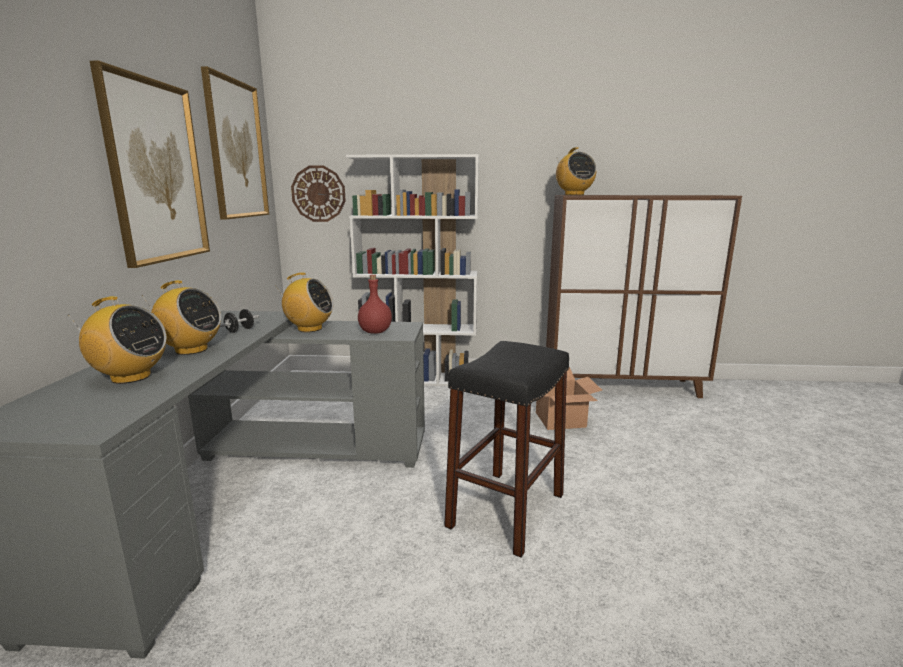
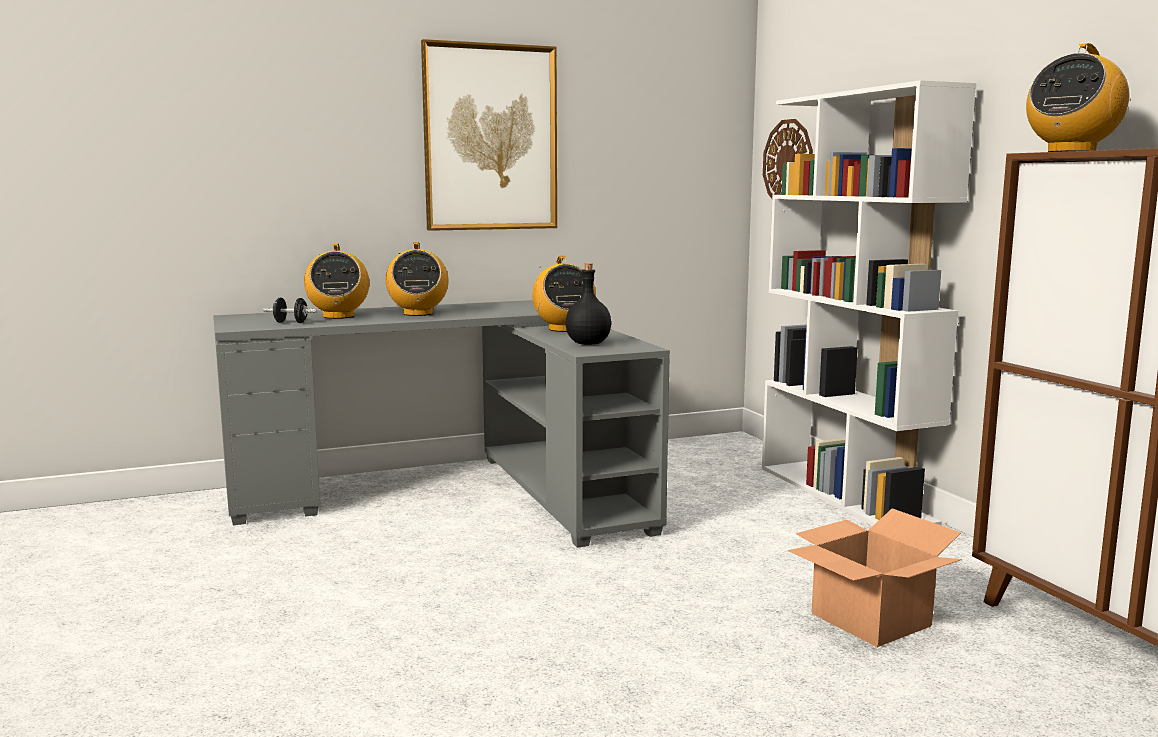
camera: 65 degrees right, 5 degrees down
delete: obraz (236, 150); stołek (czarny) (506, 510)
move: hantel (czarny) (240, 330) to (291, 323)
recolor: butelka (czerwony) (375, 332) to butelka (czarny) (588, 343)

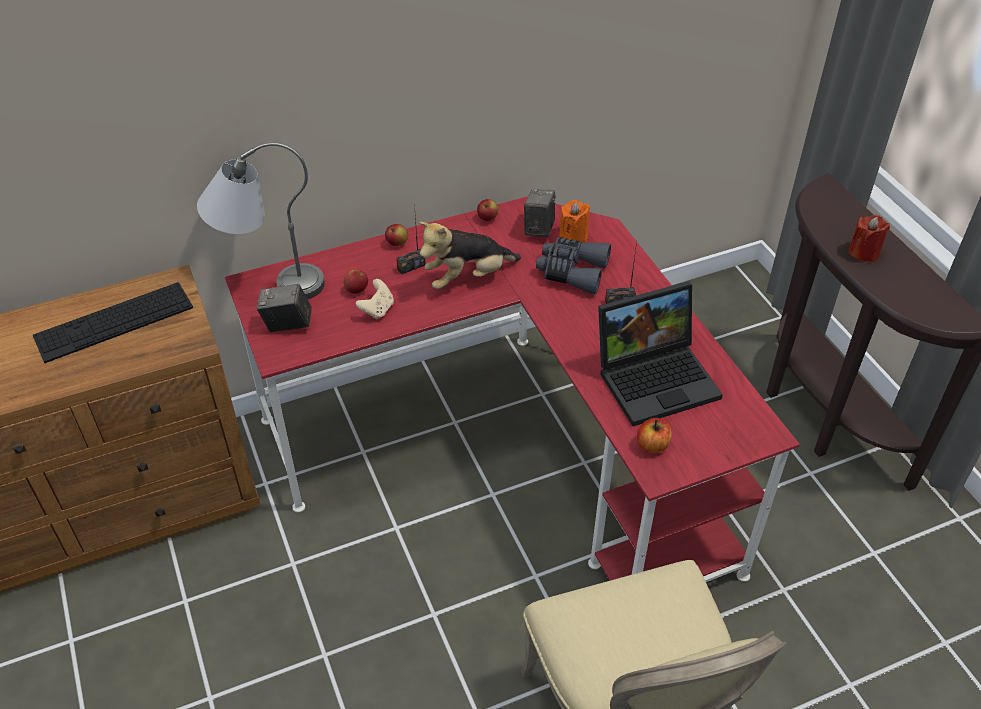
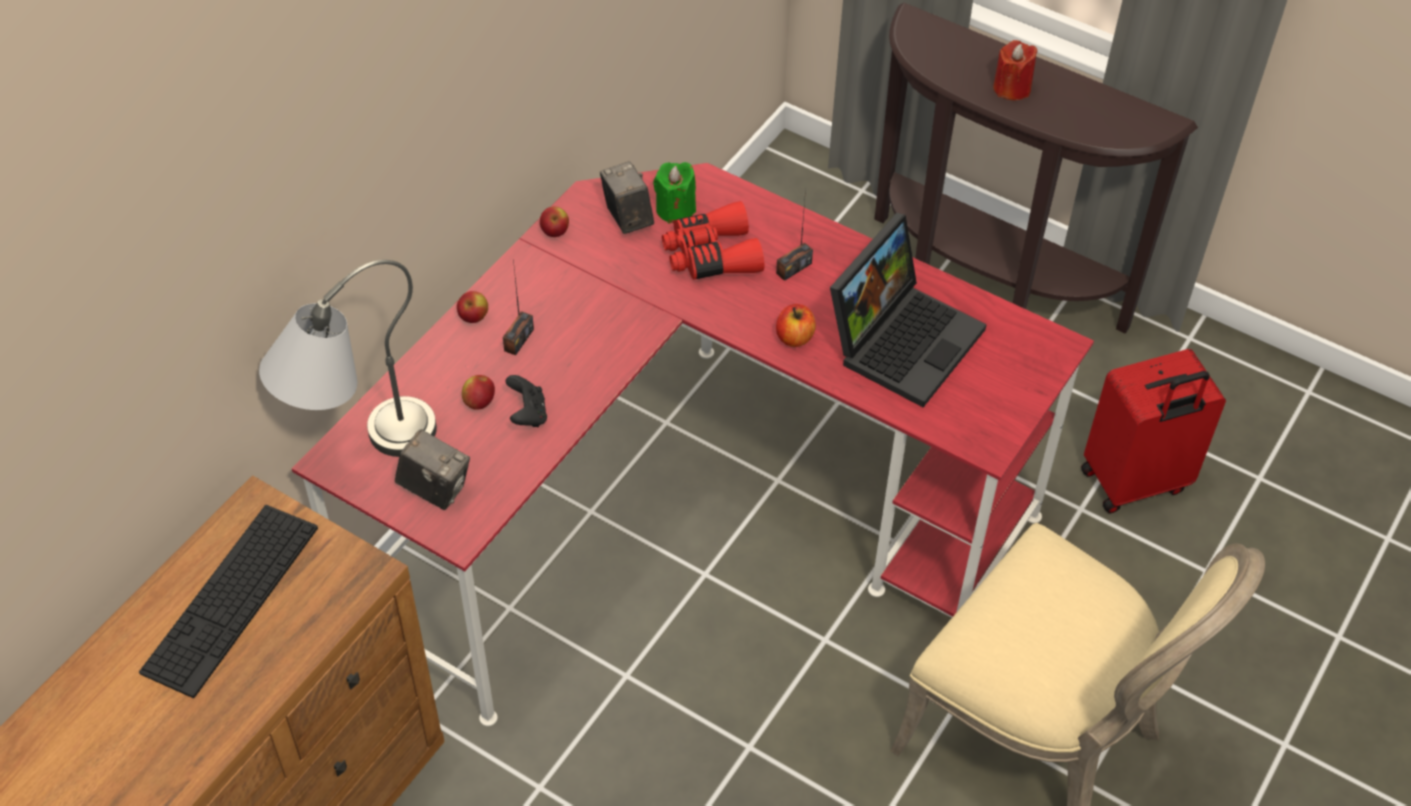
camera: 35 degrees left, 5 degrees up
delete: pluszak (467, 277)
insert: walizka (czerwony) (1135, 483)
move: jabłko (652, 445) to (795, 337)
recolor: pad do gier (beżowy) (377, 310) to pad do gier (czarny) (527, 414); świeca (pomarańczowy) (573, 236) to świeca (zielony) (675, 209); lornetka (szary) (572, 271) to lornetka (czerwony) (710, 255)
rotate: aparat fotograficzny (288, 324) = (435, 488) 120 degrees counterclockwise

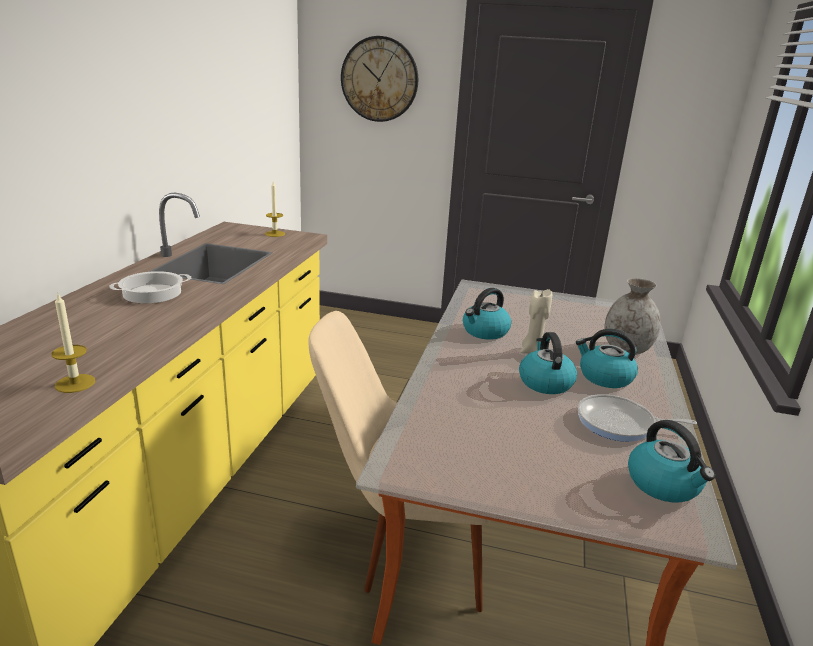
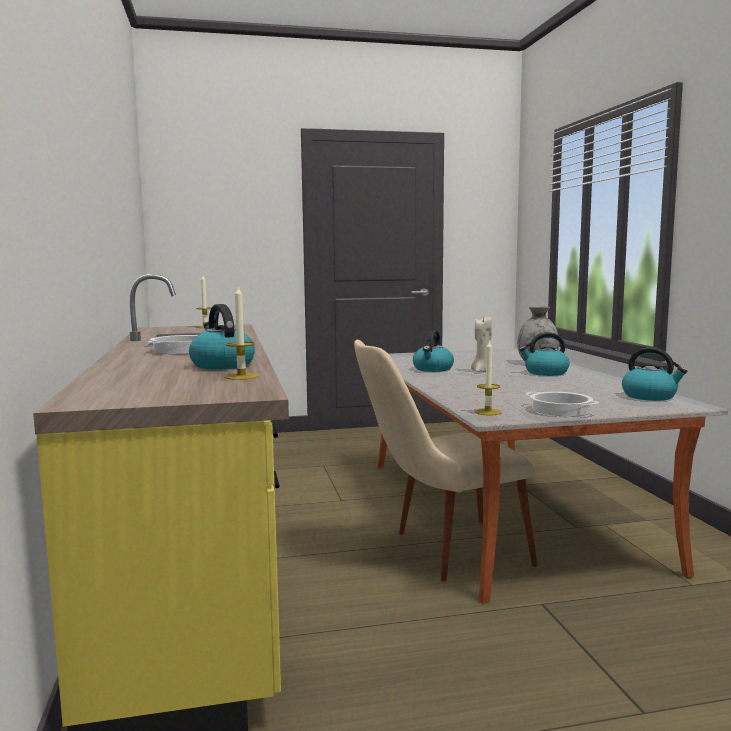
camera: 25 degrees left, 15 degrees down
delete: zegar ścienny (379, 79); patelnia (619, 424)
insert: świeca (488, 412); garnek (561, 410)
move: czajnik (545, 382) to (221, 365)

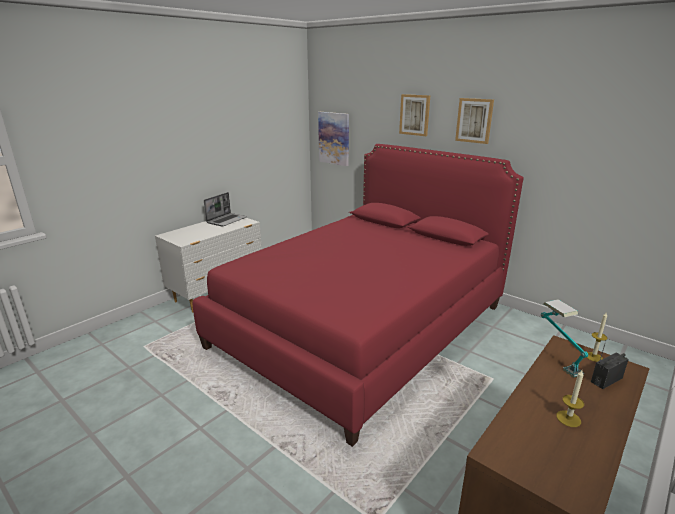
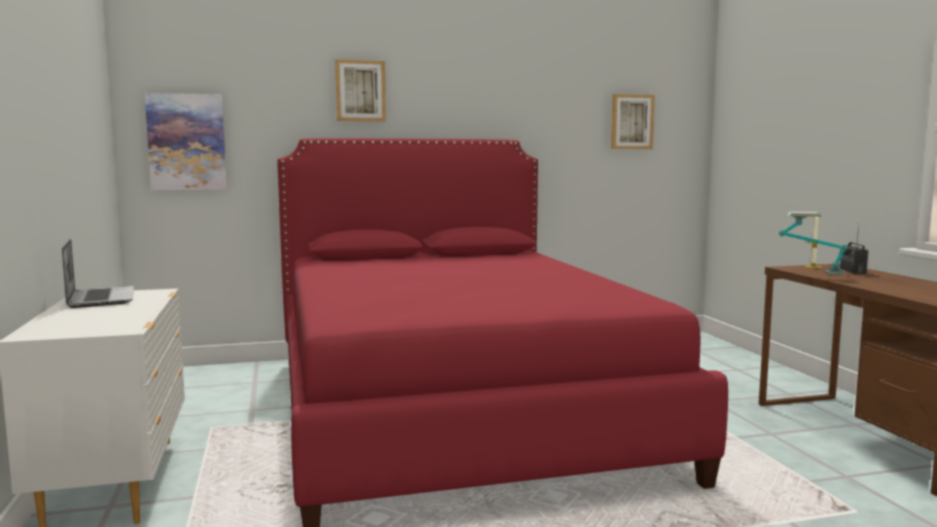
camera: 55 degrees left, 15 degrees down
delete: świeca (568, 418)
move: obraz (474, 120) to (631, 122)

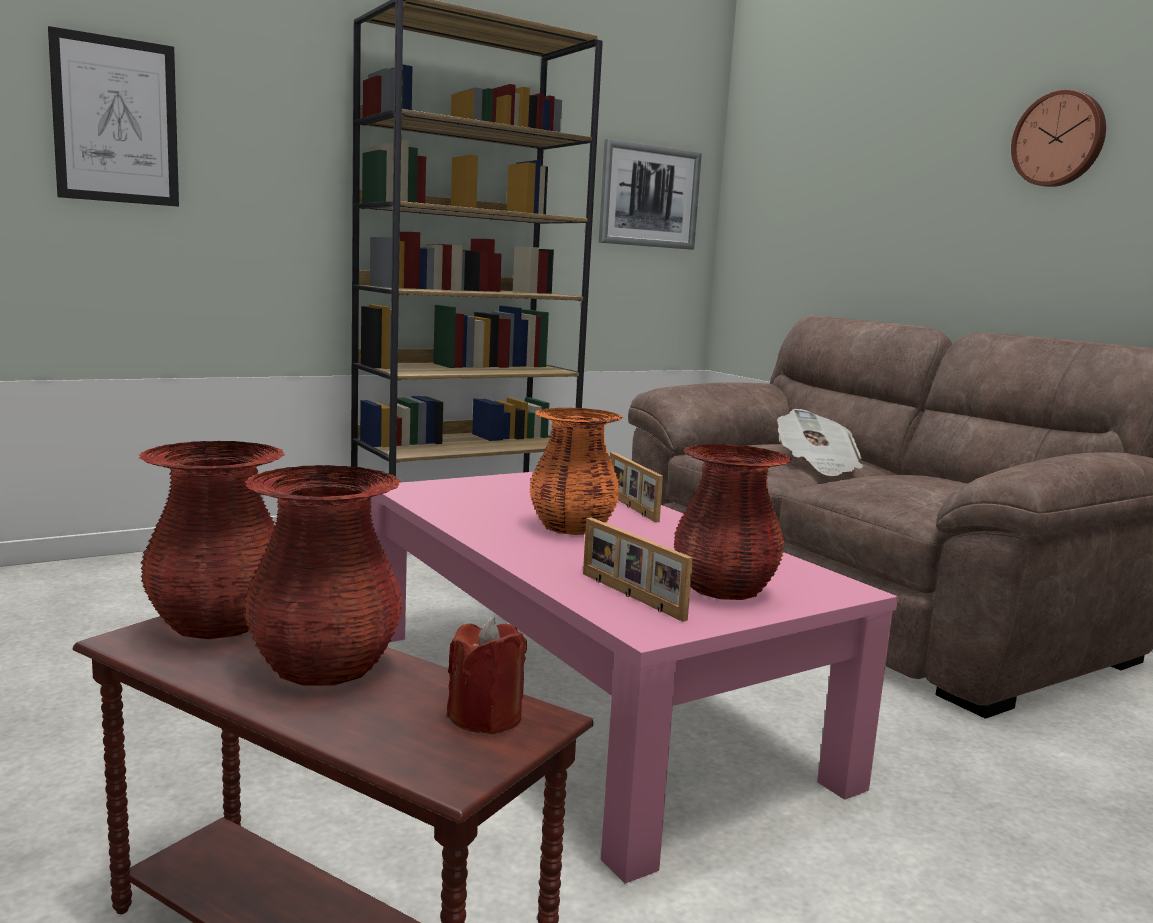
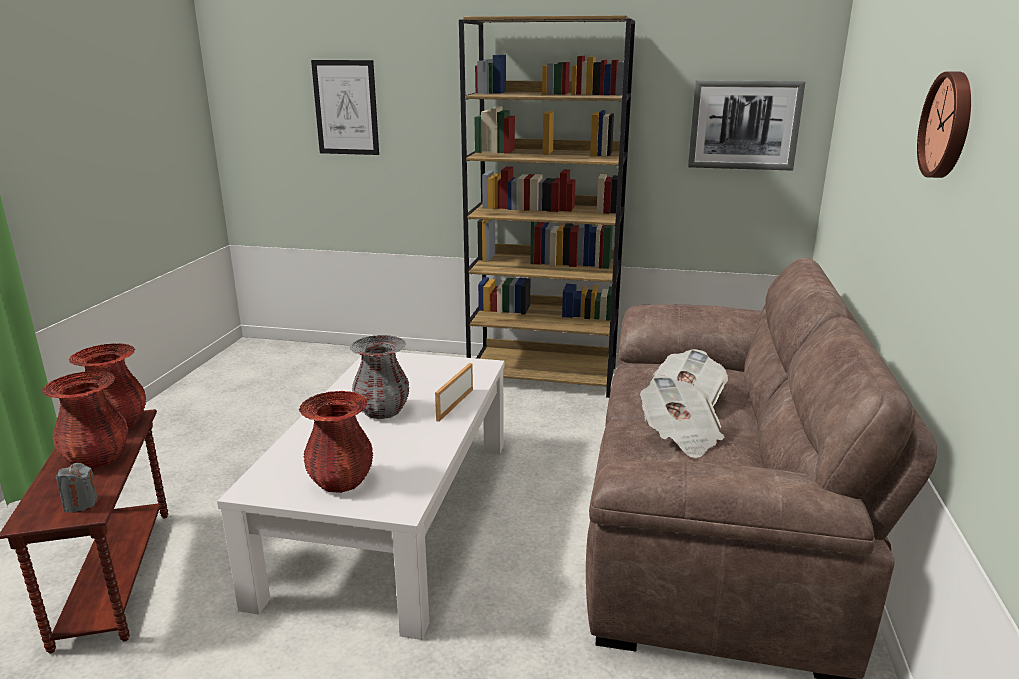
camera: 45 degrees right, 10 degrees up
delete: ramka na zdjęcie (630, 596)
insert: gazeta (680, 436)
recolor: świeca (czerwony) (486, 717) to świeca (szary) (81, 504); ława (różowy) (584, 702) to ława (biały) (393, 515); wazon (pomarańczowy) (572, 528) to wazon (szary) (382, 411)

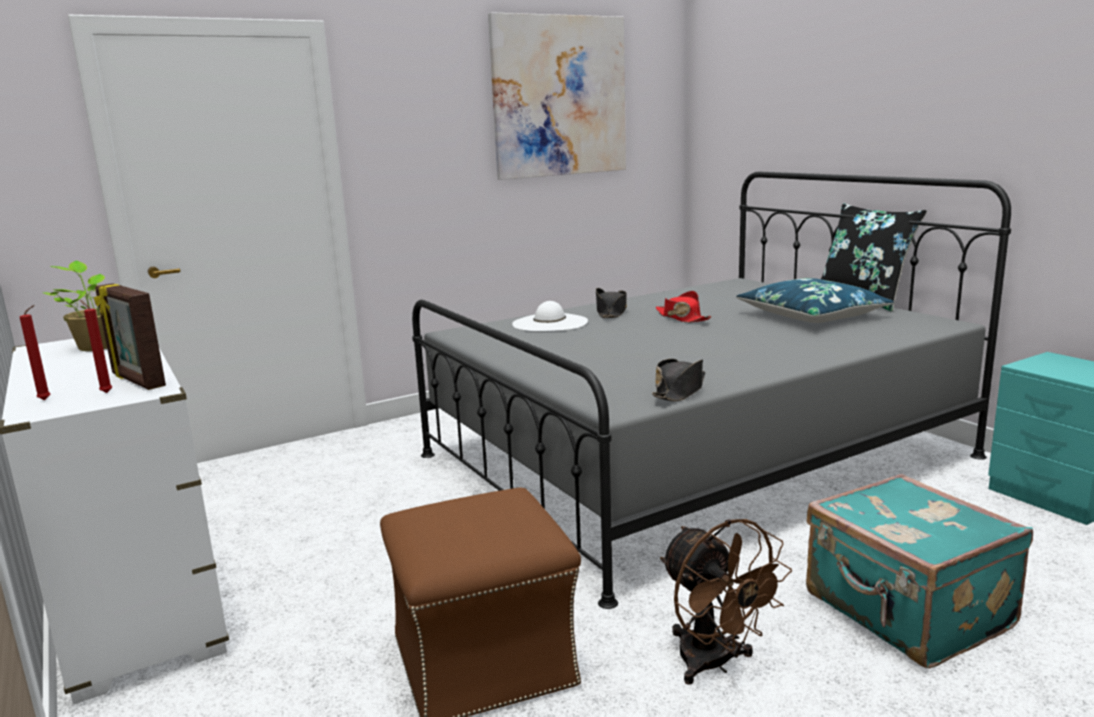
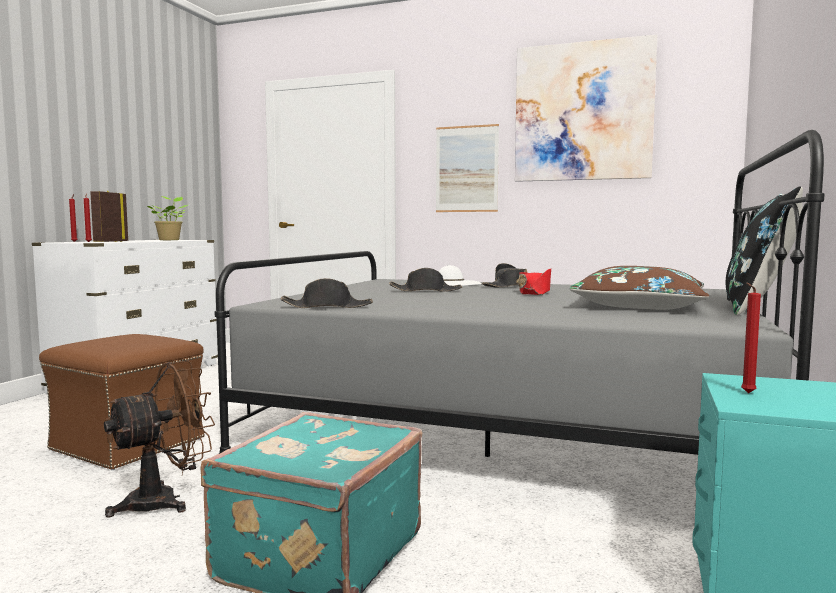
camera: 50 degrees right, 10 degrees down
insert: kapelusz (czarny) (426, 291); obraz (466, 169); świeca (czerwony) (746, 393)
recolor: poduszka (niebieski) (812, 316) to poduszka (brązowy) (639, 306)
rotate: wentylator (brązowy) (714, 664) = (165, 500) 150 degrees counterclockwise

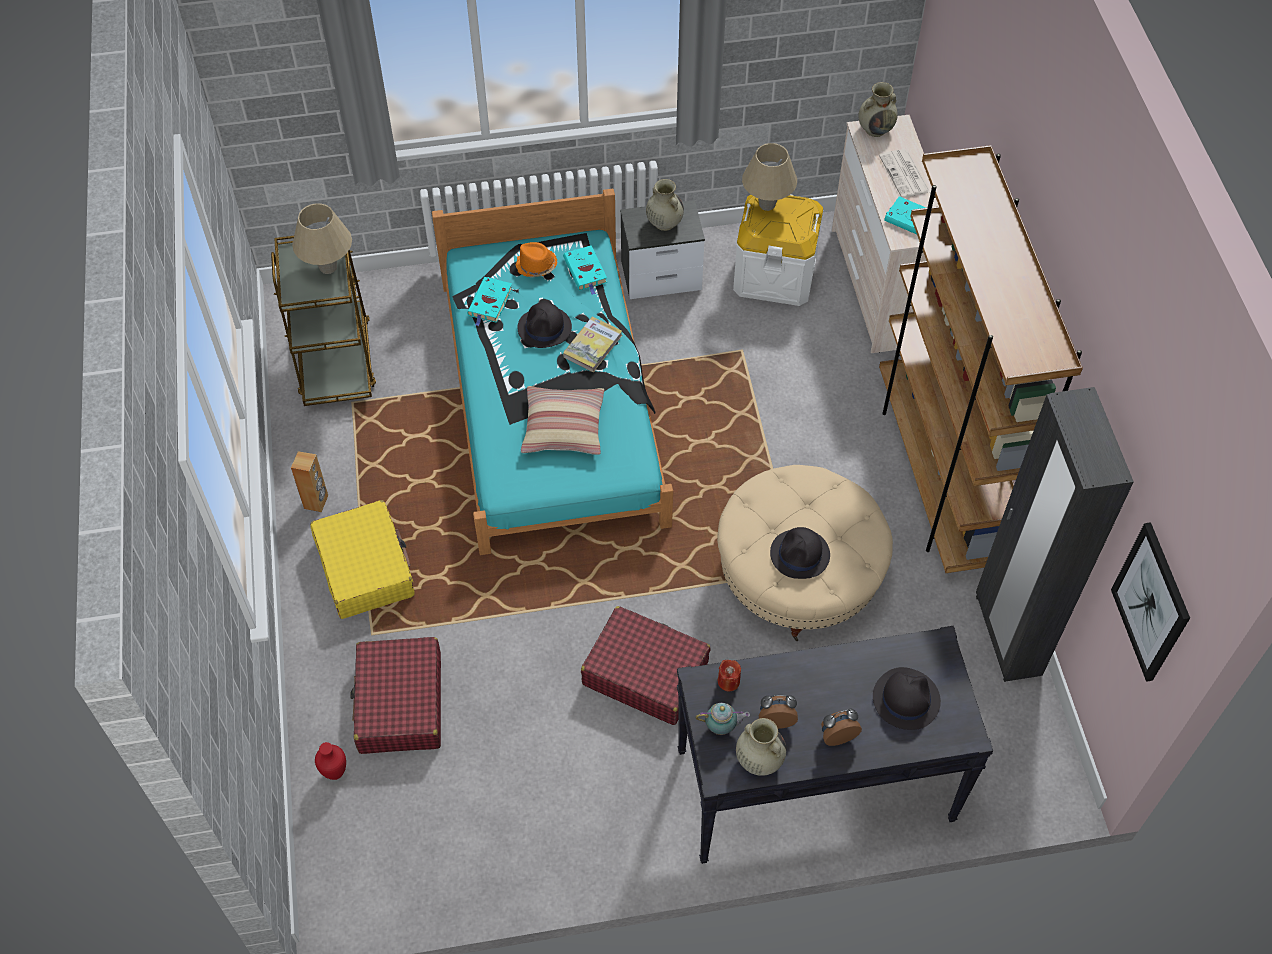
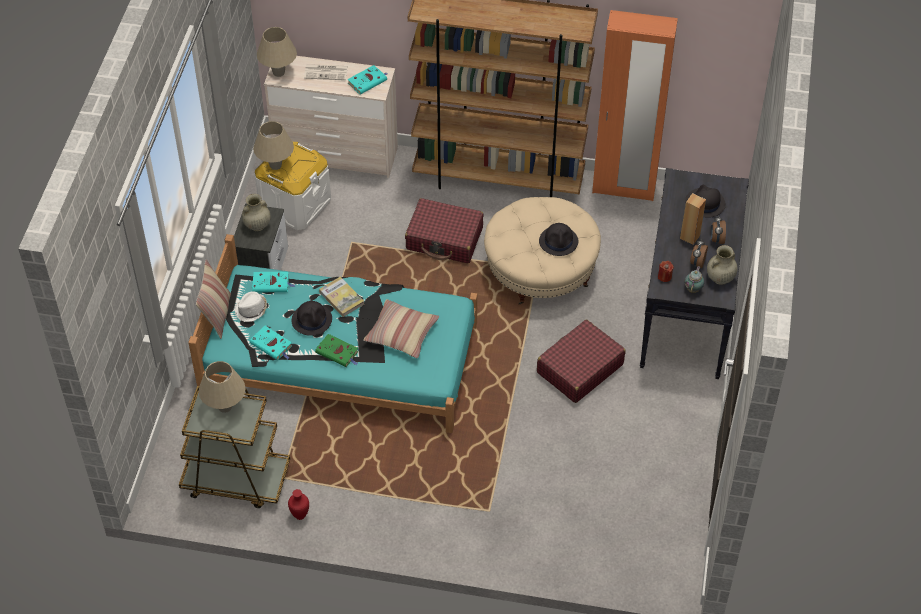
camera: 70 degrees left, 5 degrees down
delete: walizka (żółty) (365, 567); obraz (1151, 602)
insert: poduszka (217, 315); książka (zielony) (338, 353)
move: wazon (czerwony) (334, 773) to (299, 516); walizka (czerwony) (400, 704) to (444, 239); głośnik (brązowy) (316, 502) to (690, 237)
replace: wazon (beżowy) (876, 129) to lampa stołowa (beżowy) (278, 72)
recolor: kapelusz (pomarańczowy) (536, 266) to kapelusz (biały) (251, 310); szafa (czarny) (1007, 635) to szafa (pomarańczowy) (624, 188)

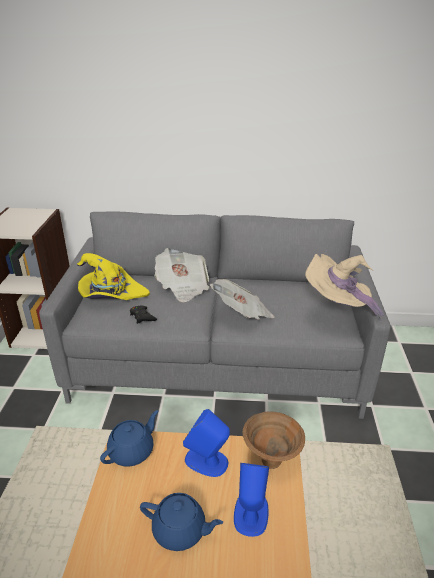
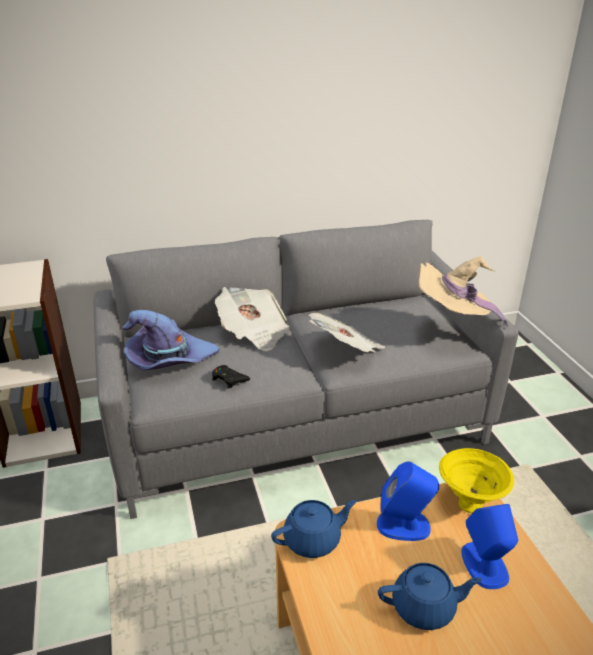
camera: 20 degrees left, 0 degrees up
recolor: kapelusz (żółty) (111, 294) to kapelusz (fioletowy) (169, 359); miska (brązowy) (270, 459) to miska (żółty) (468, 503)
rotate: imbryk (niebieski) (132, 451) = (313, 540) 45 degrees clockwise

